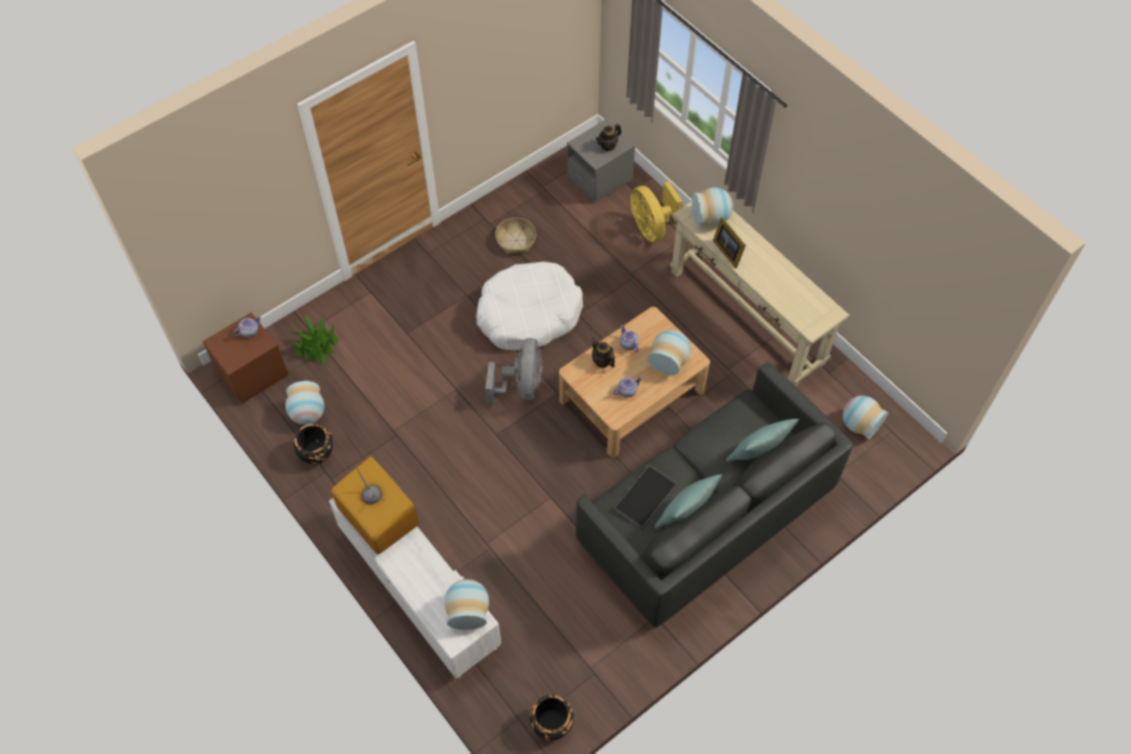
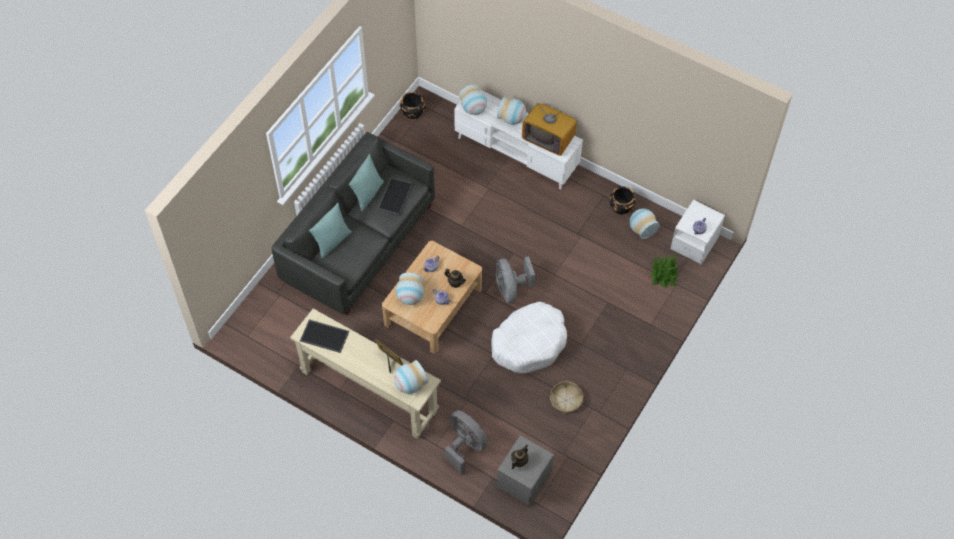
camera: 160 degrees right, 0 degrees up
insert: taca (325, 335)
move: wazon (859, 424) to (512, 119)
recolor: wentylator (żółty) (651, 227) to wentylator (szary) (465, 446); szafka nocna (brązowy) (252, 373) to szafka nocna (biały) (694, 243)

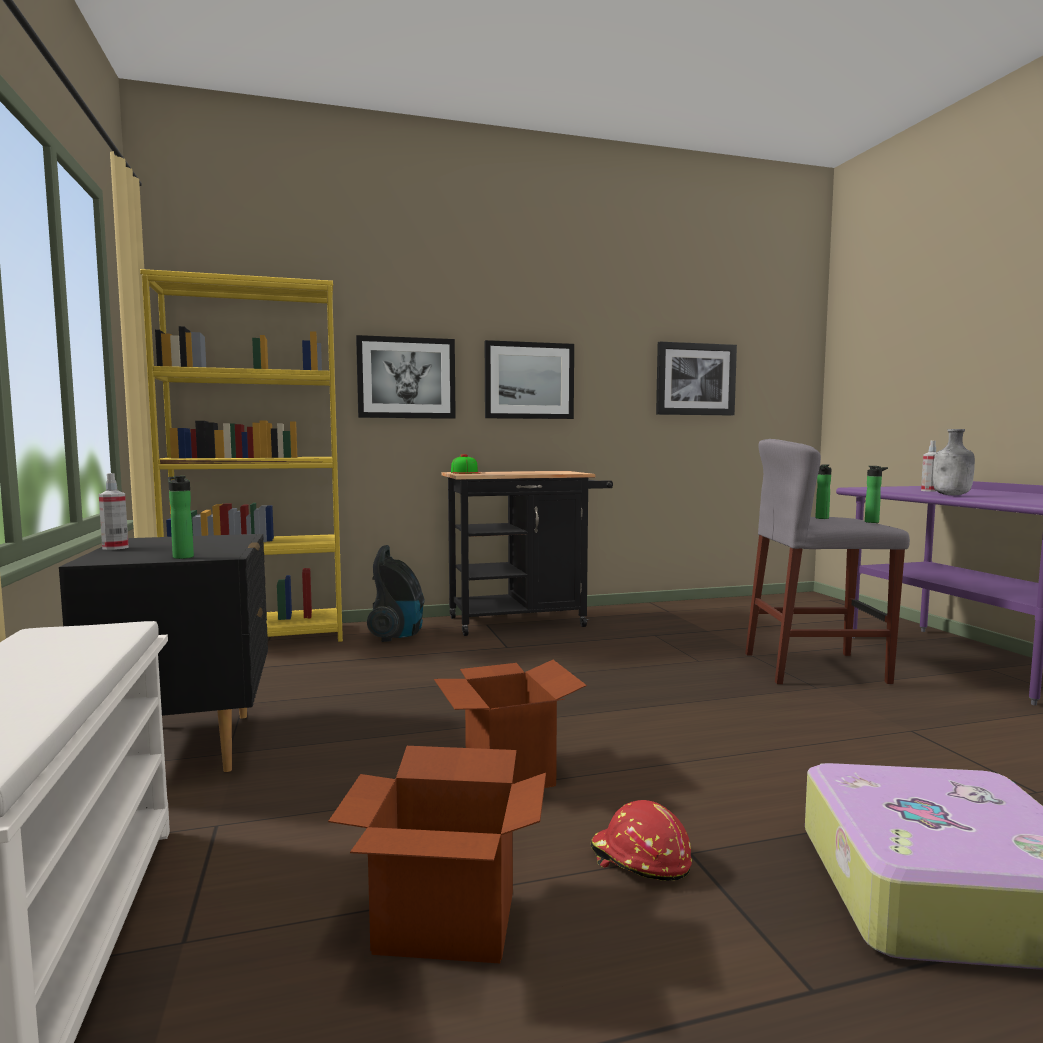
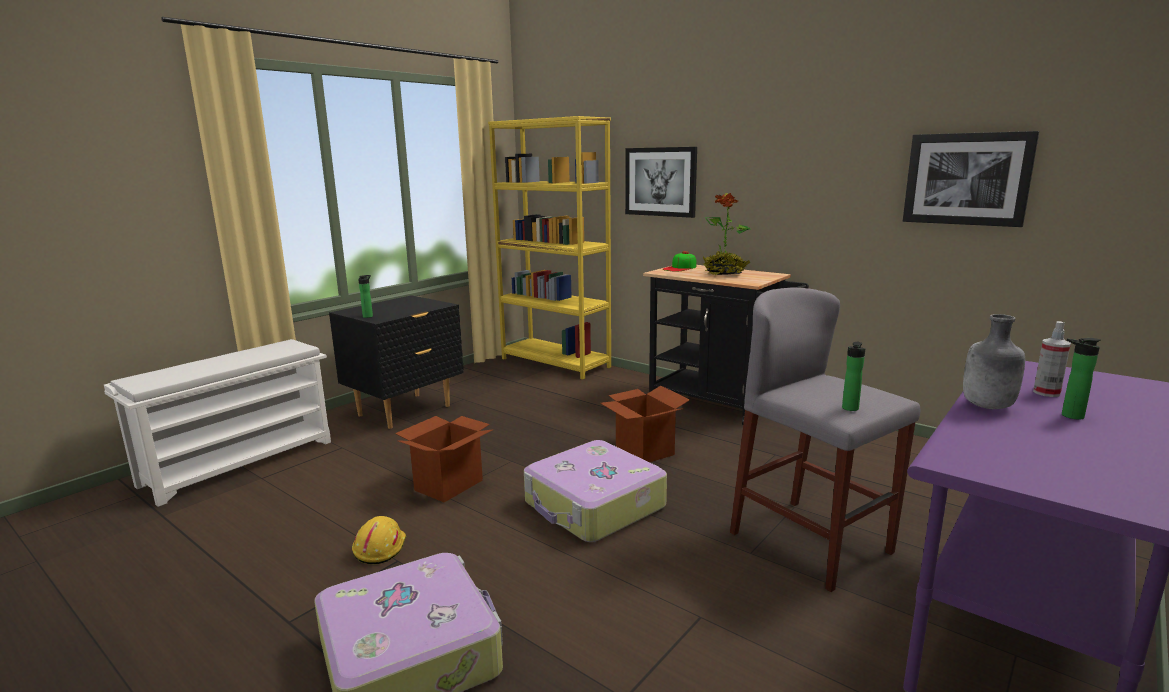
camera: 55 degrees right, 10 degrees up
delete: spryskiwacz (115, 548); odkurzacz (398, 635); obraz (529, 380)
insert: walizka (594, 506); roślina doniczkowa (724, 274)
move: karton (444, 923) to (644, 450); butelka (821, 518) to (1069, 416)
recolor: kask (czerwony) (639, 860) to kask (żółty) (379, 548)

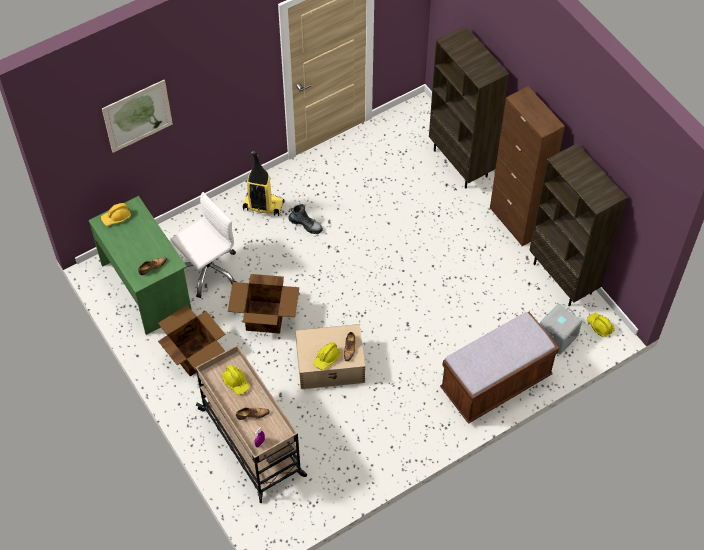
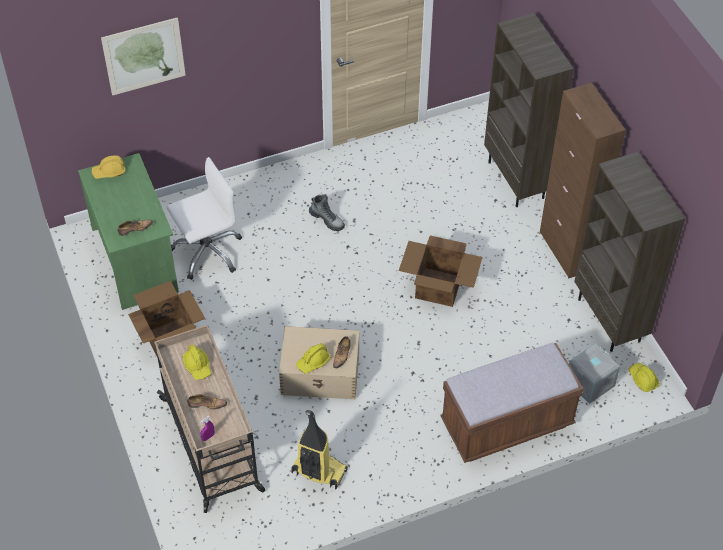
camera: 10 degrees right, 5 degrees down
move: odkurzacz (262, 206) to (318, 471); karton (266, 317) to (439, 287)

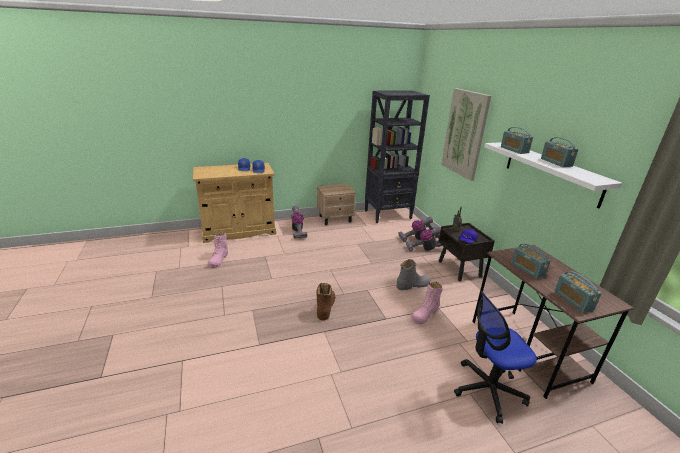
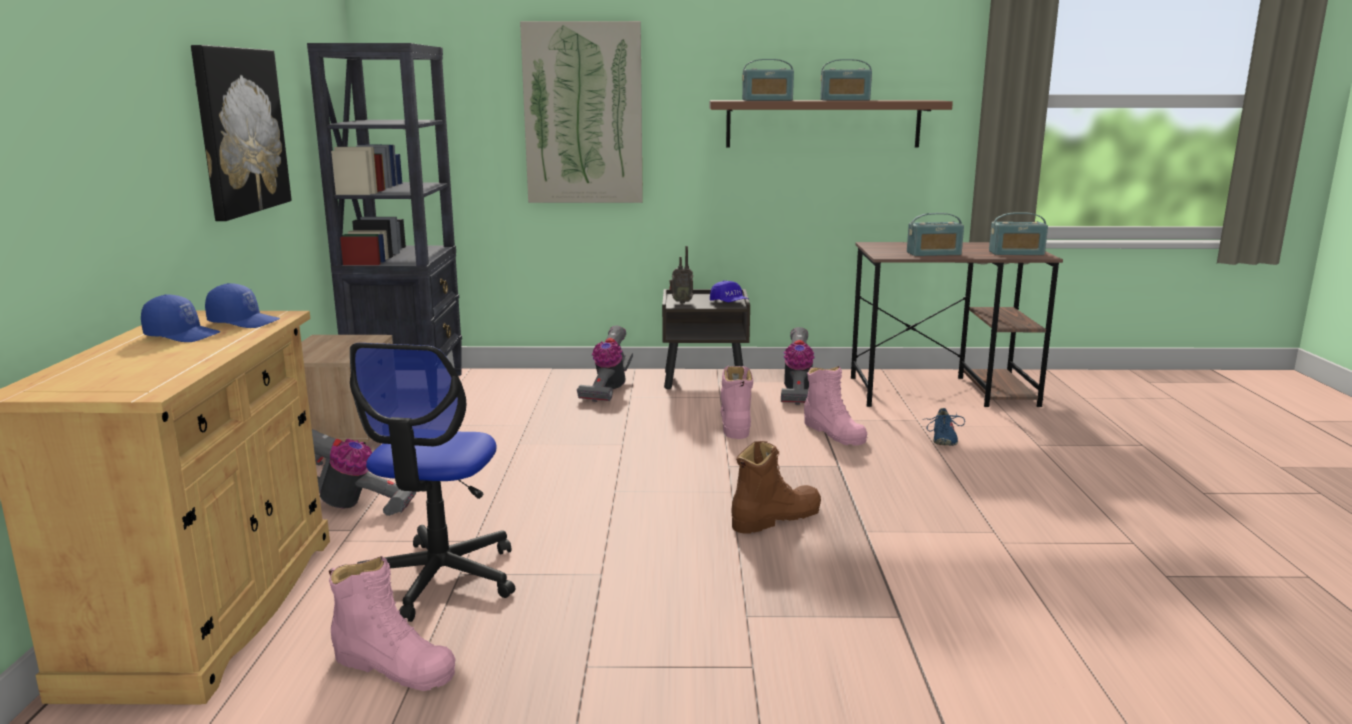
camera: 70 degrees left, 10 degrees down
insert: obraz (240, 131); but (niebieski) (942, 439)
move: krzesło biurowe (488, 390) to (439, 578); odkurzacz (416, 238) to (796, 392)
recolor: półka (biały) (551, 172) to półka (brązowy) (823, 123); but z cholewką (szary) (412, 285) to but z cholewką (różowy) (735, 424)
rotate: but z cholewką (brązowy) (325, 307) = (775, 517) 120 degrees clockwise

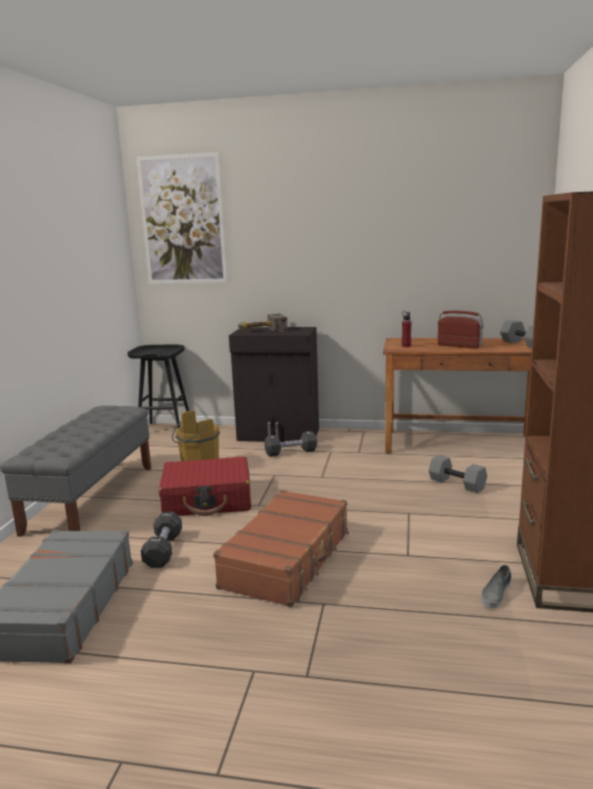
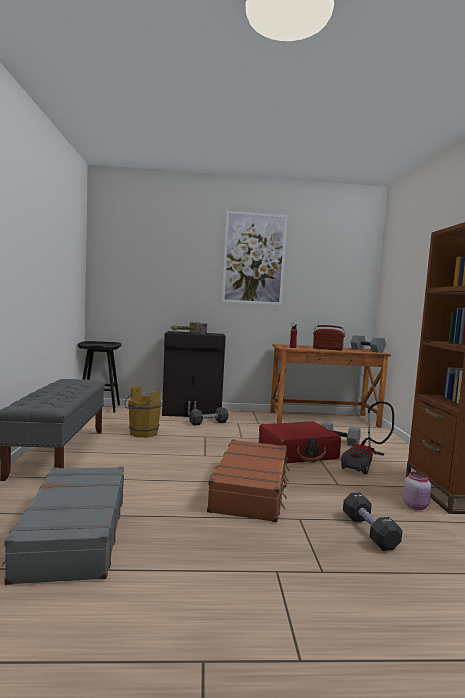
camera: 15 degrees left, 10 degrees down
insert: odkurzacz (364, 464)
move: obraz (182, 220) to (254, 258); walizka (czerwony) (208, 500) to (298, 453); hantel (czarny) (163, 550) to (369, 532)
replace: but (szary) (495, 593) to słoik (różowy) (416, 506)

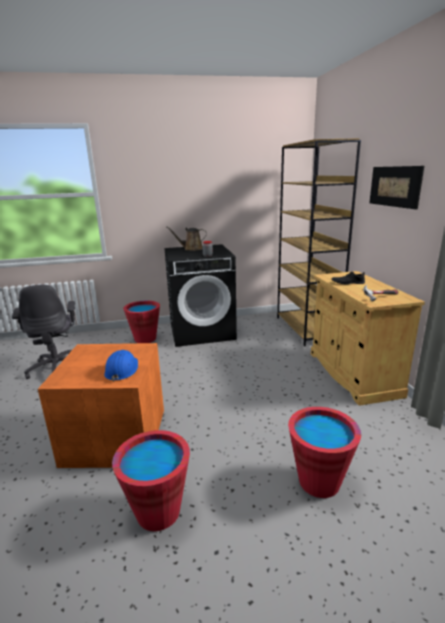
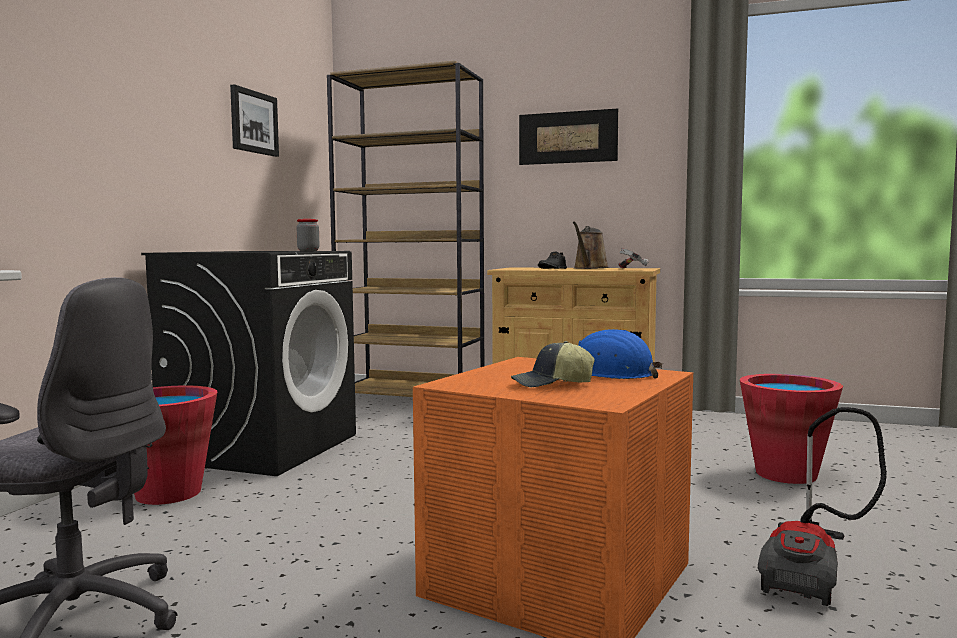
camera: 60 degrees left, 15 degrees down
insert: obraz (253, 122); czapka z daszkiem (552, 385)
move: konewka (brązowy) (191, 249) to (589, 268)
replace: wiadro (czerwony) (158, 511) to odkurzacz (810, 572)

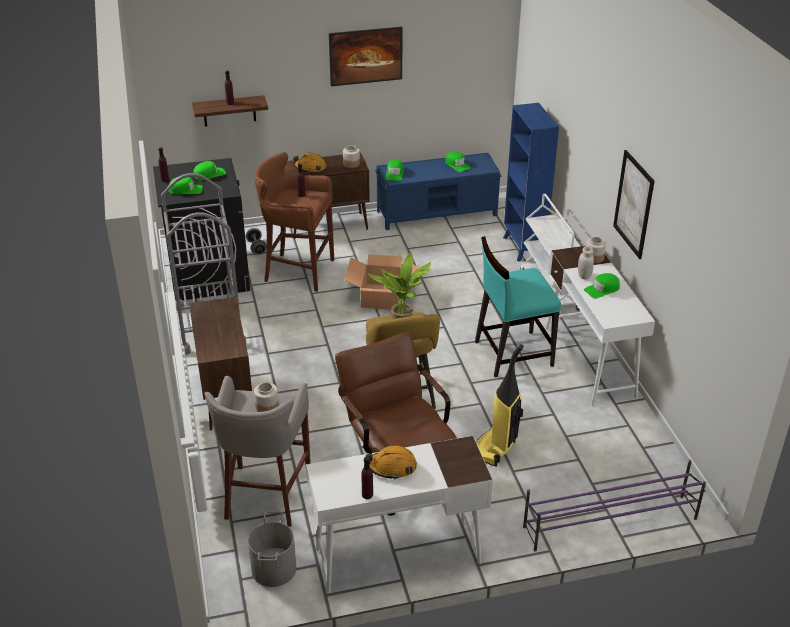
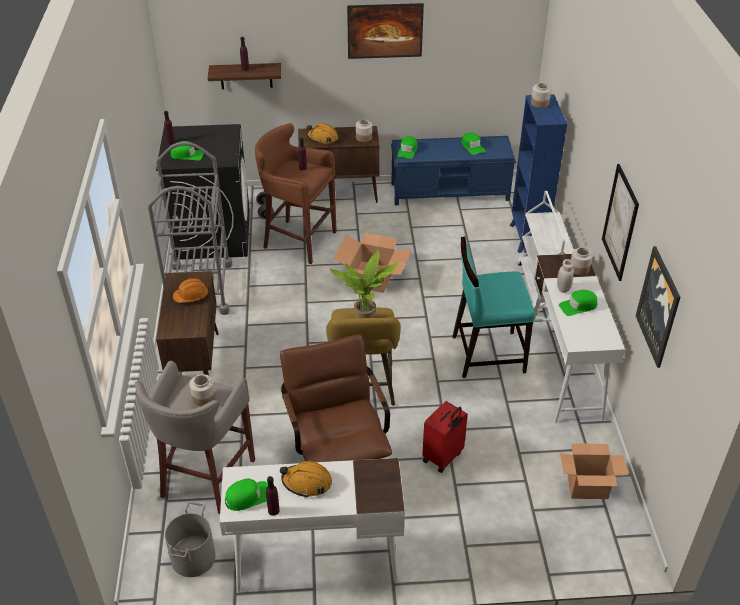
camera: 10 degrees right, 5 degrees up
delete: regał na buty (fioletowy) (609, 522)
insert: kask (pomarańczowy) (191, 296); słoik (540, 103); karton (588, 488); obraz (659, 307)
move: czapka z daszkiem (zielony) (209, 174) to (248, 496)
replace: odkurzacz (495, 449) to walizka (czerwony) (443, 457)

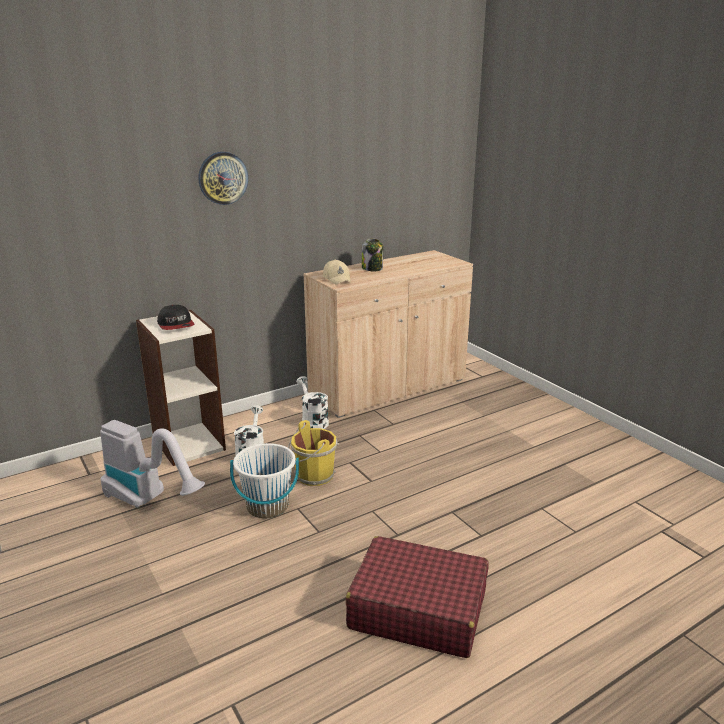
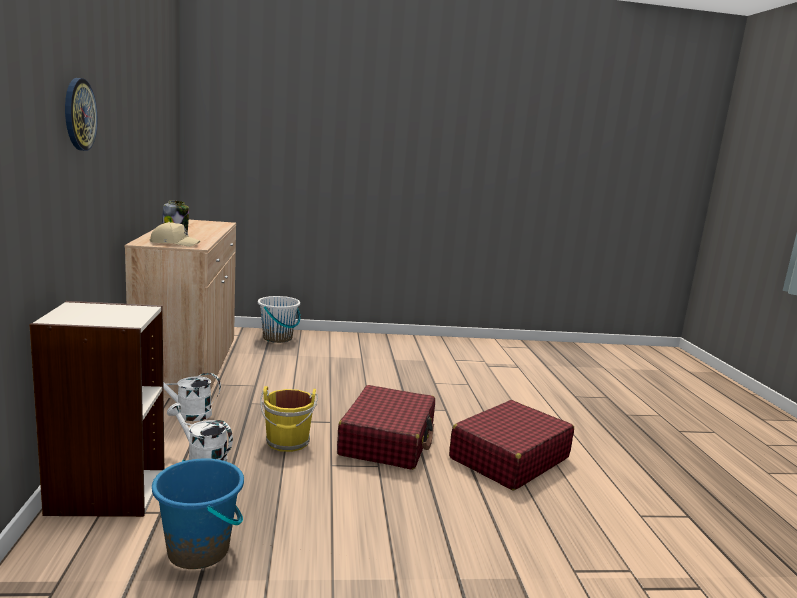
camera: 65 degrees left, 10 degrees down
delete: czapka z daszkiem (176, 325)
insert: walizka (czerwony) (388, 440)
move: wiadro (biały) (267, 506) to (278, 338)
replace: odkurzacz (150, 500) to wiadro (niebieski) (199, 550)

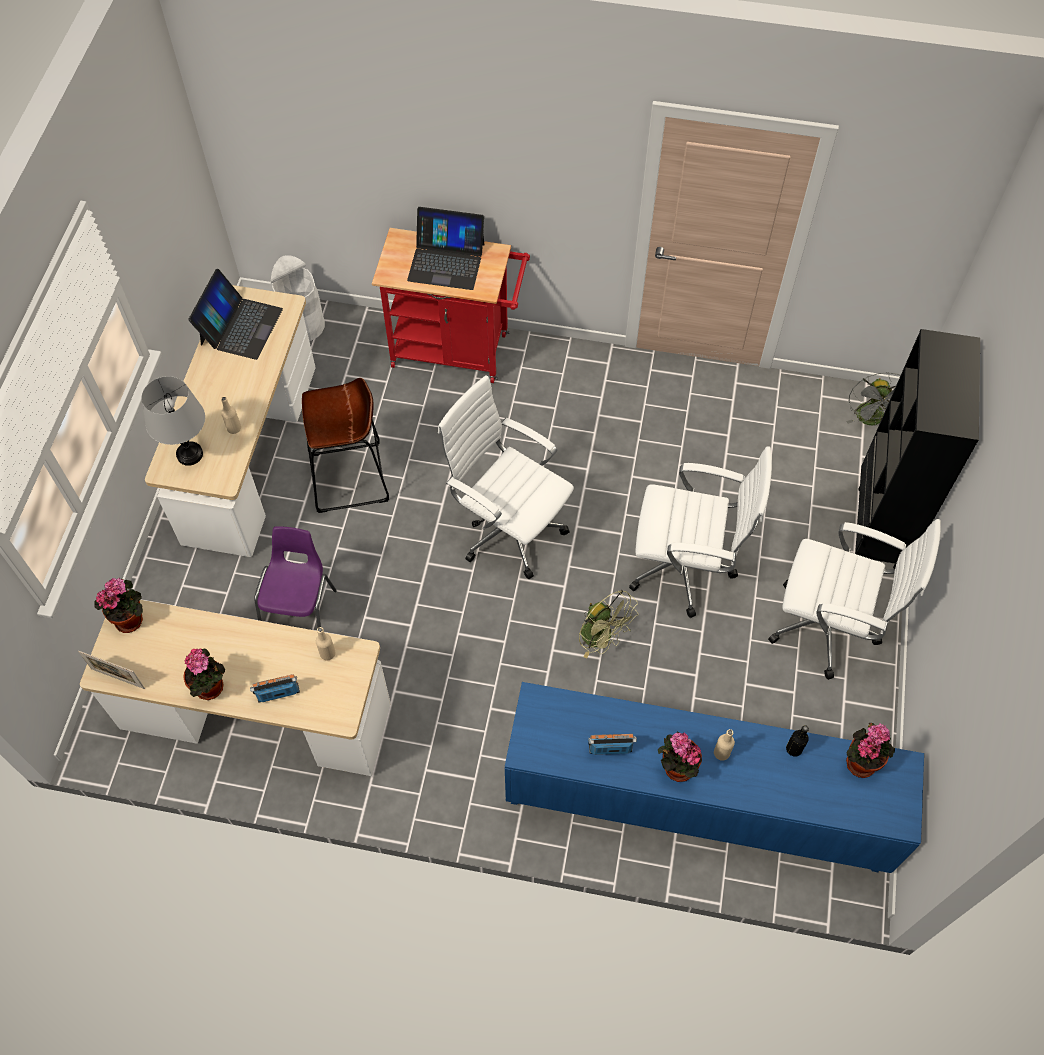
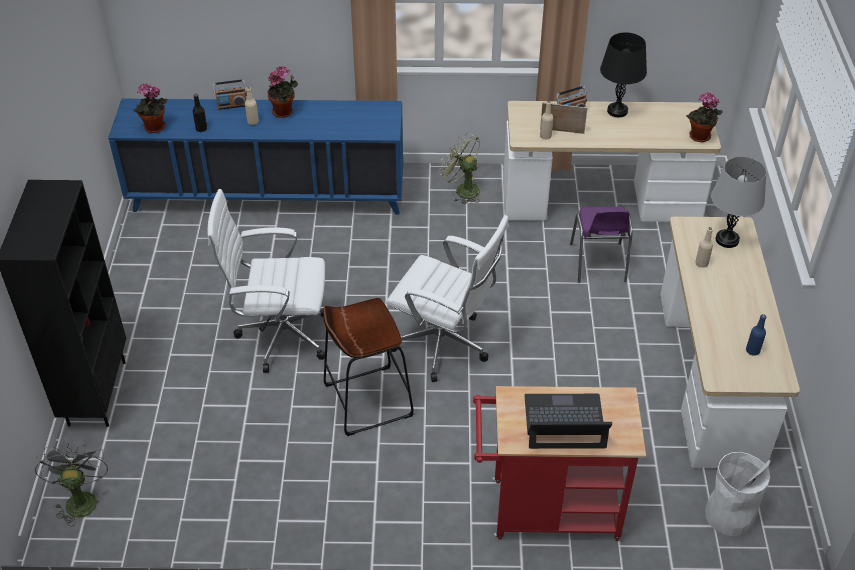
camera: 170 degrees right, 15 degrees down
delete: krzesło biurowe (biały) (829, 628)
move: radio (610, 748) to (232, 105); stołek (brązowy) (349, 478) to (367, 400); wentylator (zielony) (602, 638) to (462, 189); ramka na zdjęcie (118, 678) to (562, 131)
replace: roślina doniczkowa (211, 688) to lampa stołowa (czarny) (617, 111); laptop (240, 326) to butelka (niebieski) (752, 351)

